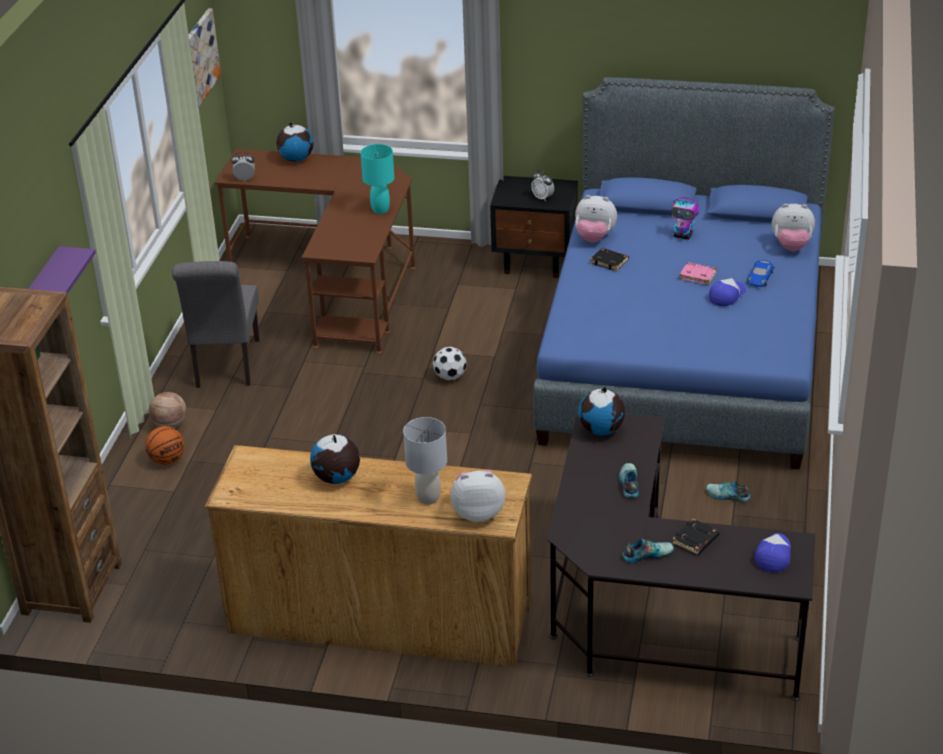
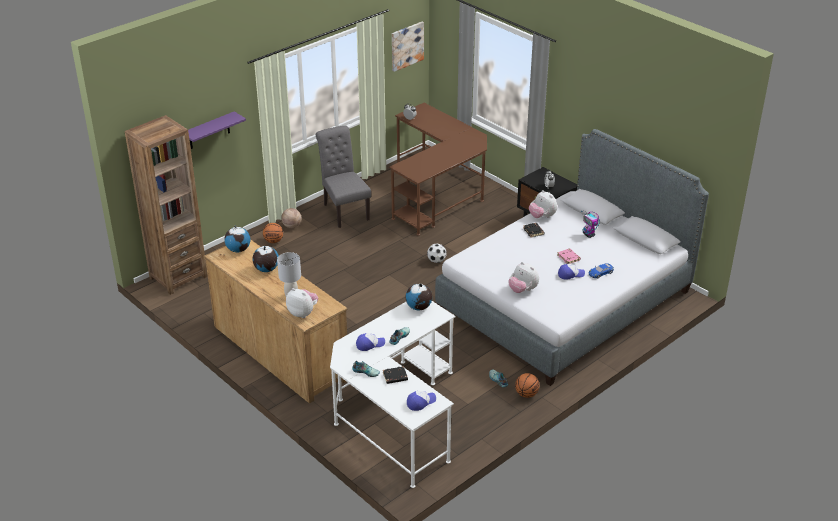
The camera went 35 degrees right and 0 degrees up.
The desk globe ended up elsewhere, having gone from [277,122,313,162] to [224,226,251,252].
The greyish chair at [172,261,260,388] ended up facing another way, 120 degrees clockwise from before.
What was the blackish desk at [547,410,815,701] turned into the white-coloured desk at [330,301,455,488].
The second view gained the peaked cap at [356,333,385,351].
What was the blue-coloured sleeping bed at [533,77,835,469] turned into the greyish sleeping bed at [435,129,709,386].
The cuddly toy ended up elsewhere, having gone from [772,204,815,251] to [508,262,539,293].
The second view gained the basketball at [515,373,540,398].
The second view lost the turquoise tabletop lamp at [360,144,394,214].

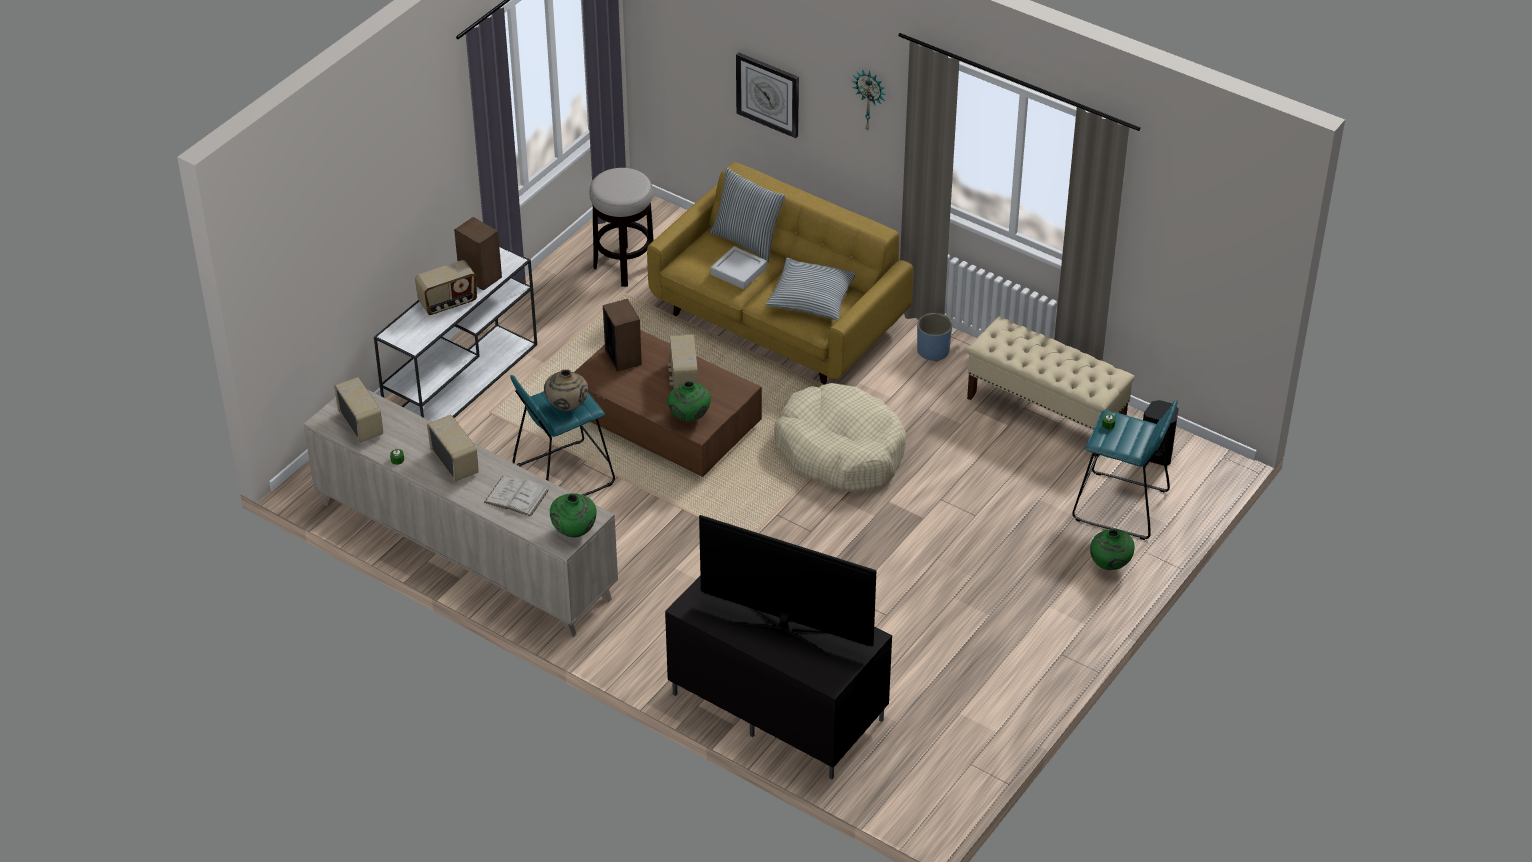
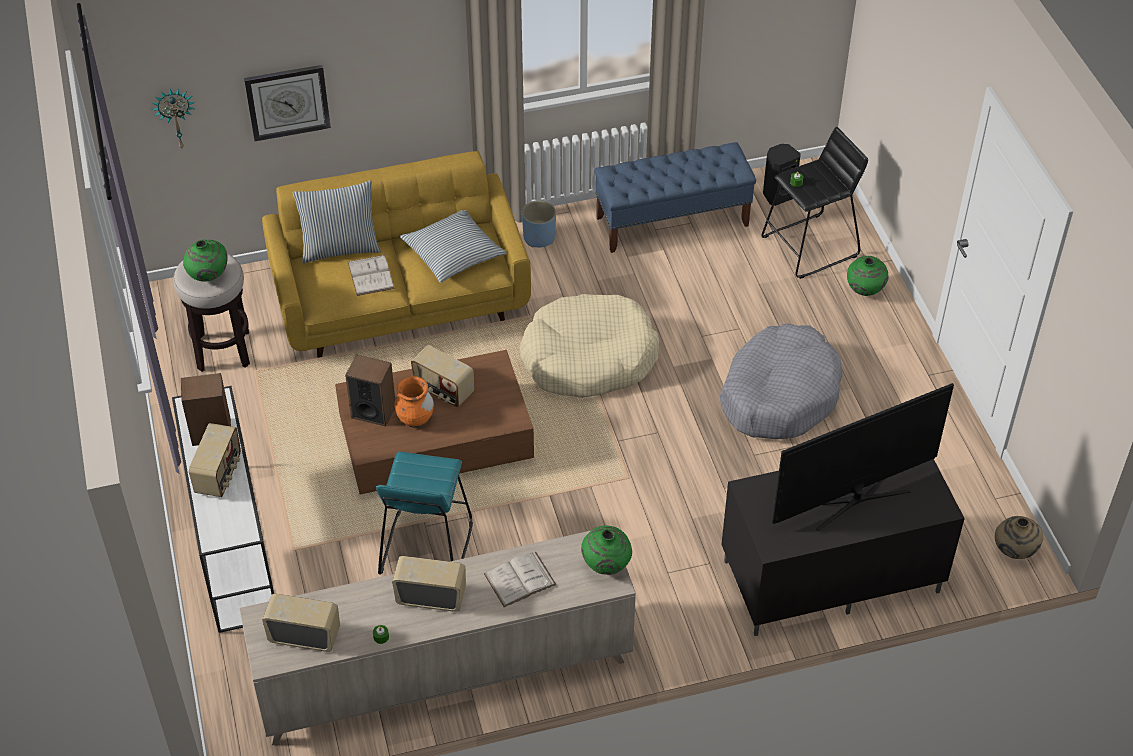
The camera went 50 degrees left and 5 degrees up.
The wall clock ended up elsewhere, having gone from [852,69,886,132] to [152,89,195,148].
The greenish flower vase ended up elsewhere, having gone from [667,381,711,421] to [183,239,228,282].
Where the greyish tray stood at [711,246,767,289], the white-coloured book came to stand at [348,255,395,296].
The second view gained the orange flower vase at [394,376,434,428].
What was the beige indoor bench at [967,317,1135,457] turned into the blue-coloured indoor bench at [594,142,756,253].
The second view gained the greyish pet bed at [720,323,843,439].
What was the turquoise sitting stool at [1072,400,1178,540] turned into the blackish sitting stool at [761,127,868,279].
The beige flower vase ended up elsewhere, having gone from [544,369,588,411] to [995,516,1043,559].

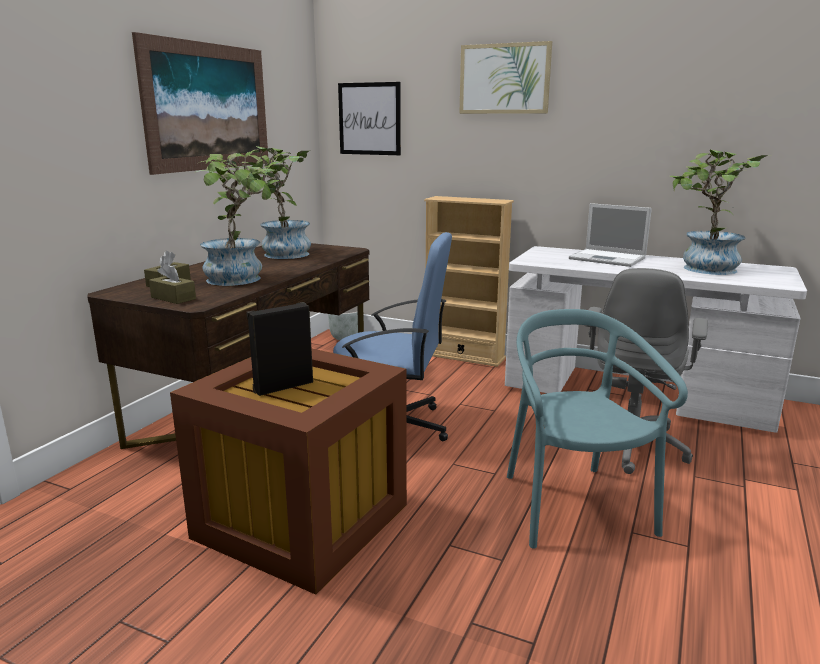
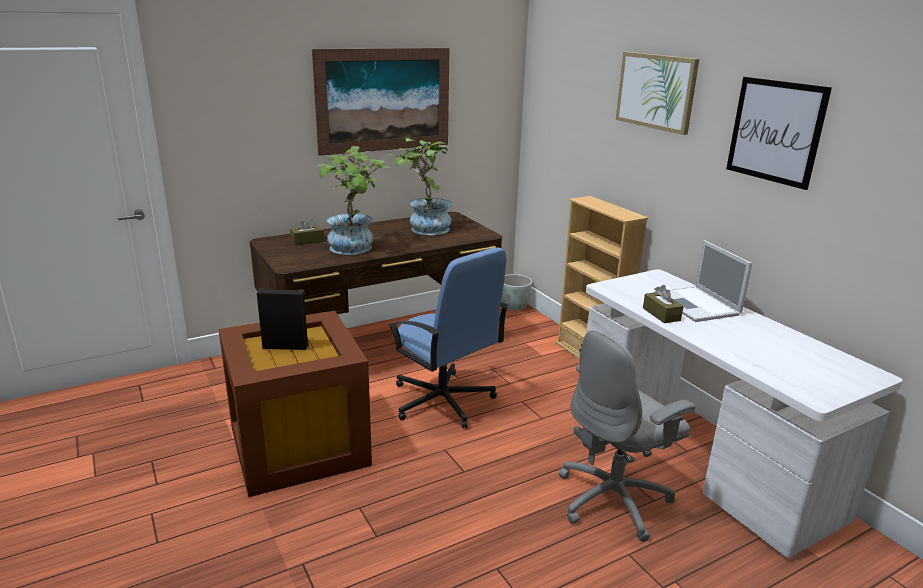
The camera went 35 degrees right and 5 degrees up.
The brownish tissue holder ended up elsewhere, having gone from [149,263,196,304] to [643,285,684,323].
The picture ended up elsewhere, having gone from [338,82,401,155] to [726,77,832,190].
The second view lost the turquoise chair at [507,309,688,549].
The second view lost the potted plant at [670,149,768,275].

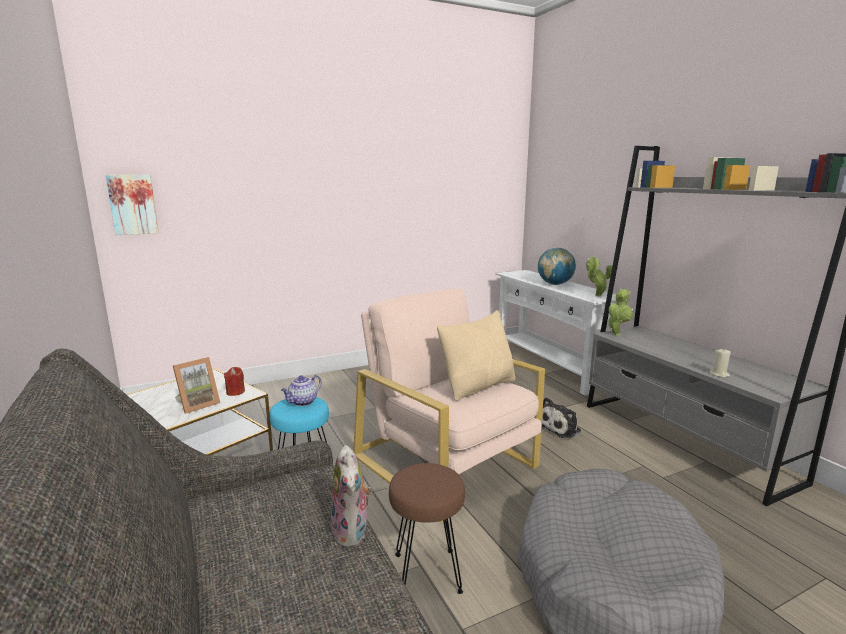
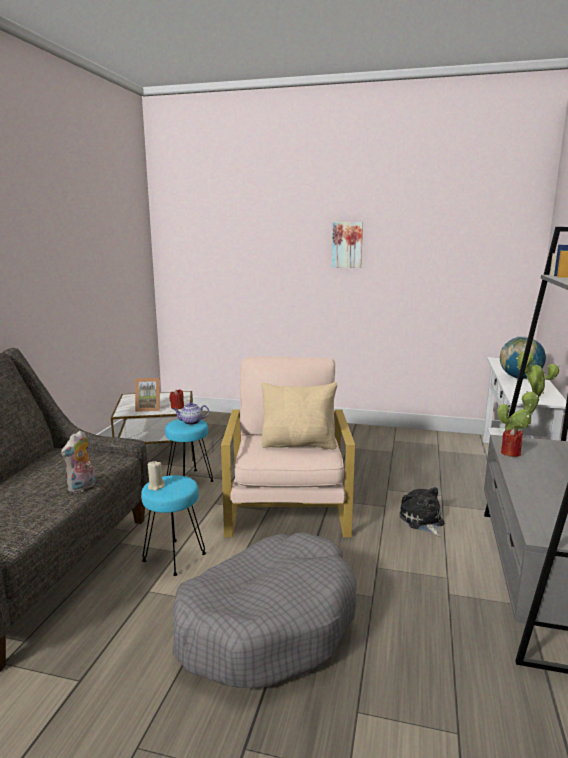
The camera went 40 degrees right and 0 degrees up.
What was the brownish sitting stool at [389,463,465,594] turned into the turquoise sitting stool at [141,475,206,576].
The beige wax candle ended up elsewhere, having gone from [710,348,731,378] to [148,461,165,491].
The picture ended up elsewhere, having gone from [106,175,159,235] to [332,222,363,268].
The cuddly toy at [542,397,581,438] ended up facing another way, 75 degrees clockwise from before.
The second view gained the red wax candle at [501,428,523,457].

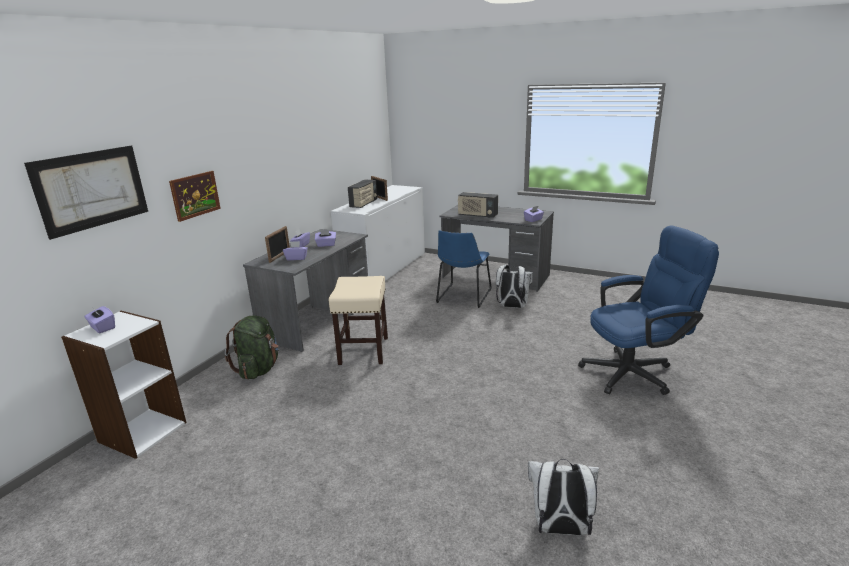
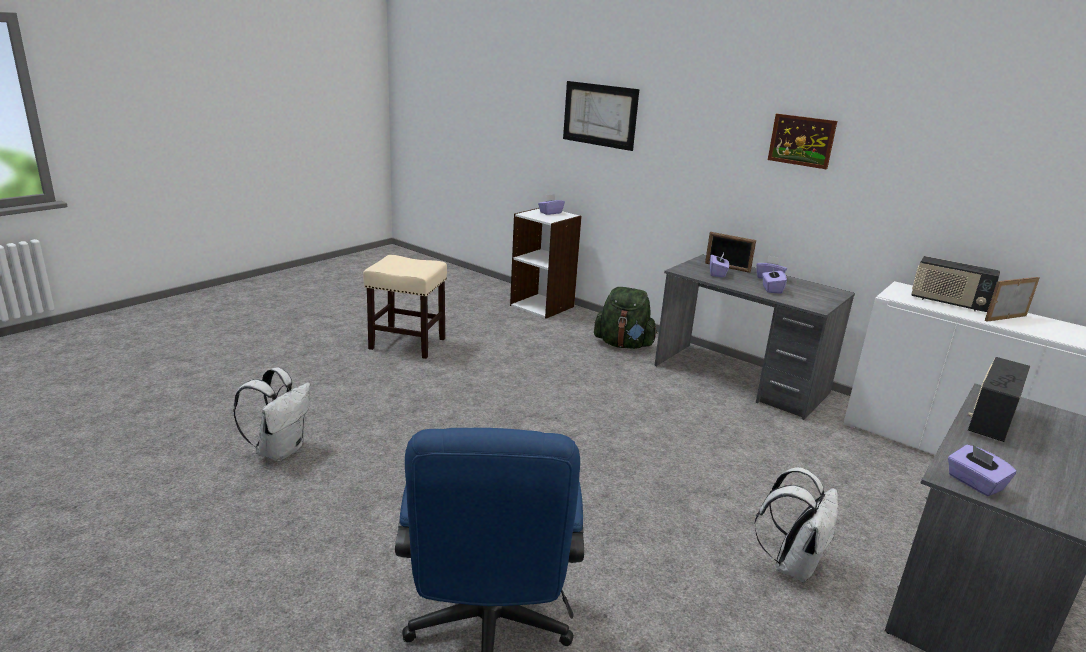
The camera went 100 degrees right and 0 degrees up.
The beige sitting stool ended up elsewhere, having gone from [329,276,388,365] to [363,255,447,359].
The picture ended up elsewhere, having gone from [169,171,221,222] to [768,114,837,169].
The second view lost the blue-coloured chair at [436,230,492,308].

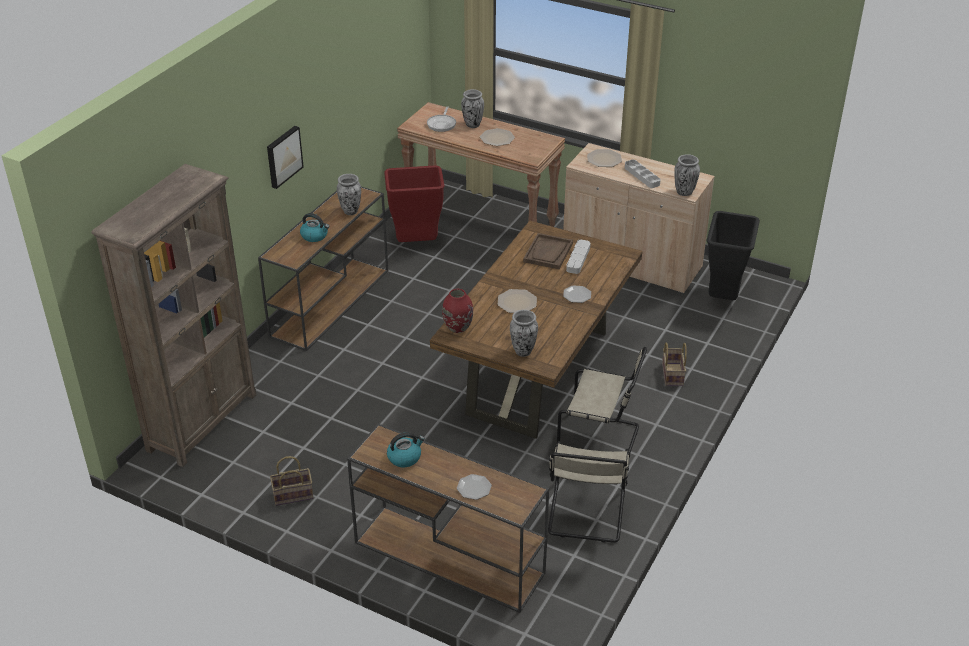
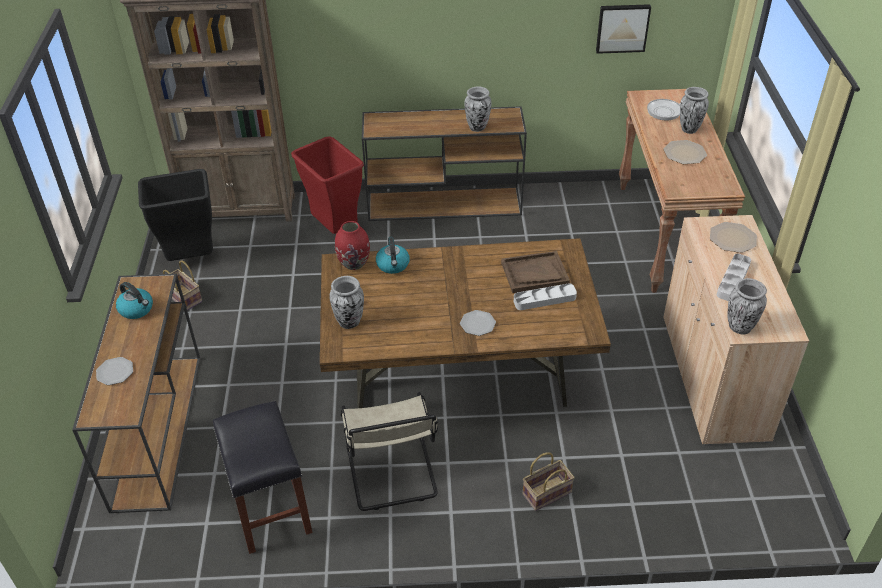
The camera went 60 degrees right and 5 degrees up.
The blackish rubbish bin ended up elsewhere, having gone from [707,211,760,300] to [138,169,213,261].
Where the beige chair stood at [548,441,630,543], the blackish sitting stool came to stand at [213,401,313,554].
The red rubbish bin ended up elsewhere, having gone from [384,165,445,242] to [291,136,364,234].
The kettle ended up elsewhere, having gone from [300,213,329,242] to [376,237,410,274].
The picture ended up elsewhere, having gone from [267,126,304,189] to [596,4,651,54].
The second view lost the flat dish at [498,289,537,313].

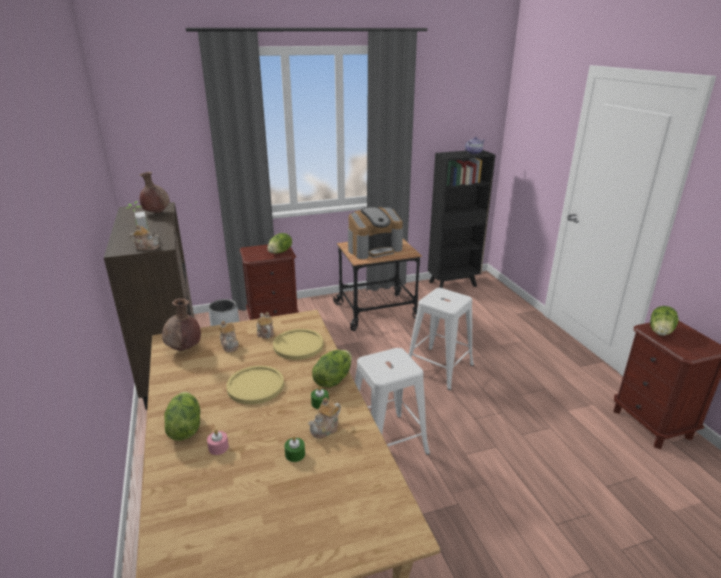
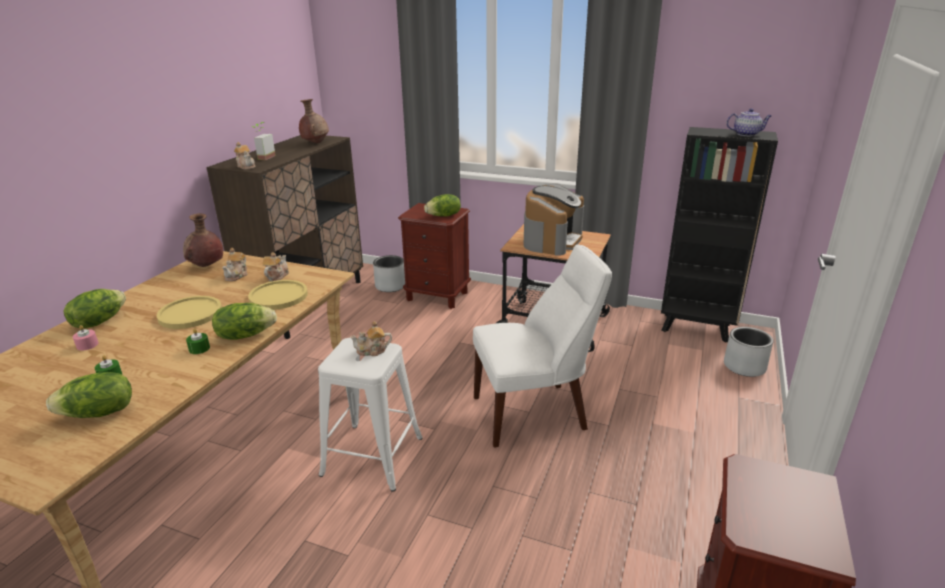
The camera went 40 degrees right and 0 degrees up.
The lettuce ended up elsewhere, having gone from [650,306,678,336] to [46,372,132,418].
The teapot ended up elsewhere, having gone from [308,398,341,438] to [350,321,392,356].
Where the white-coloured sitting stool stood at [409,288,474,390], the white-coloured chair came to stand at [473,244,612,448].
The coffee machine at [348,207,403,259] ended up facing another way, 75 degrees counterclockwise from before.
The second view gained the greyish planter at [724,327,773,377].

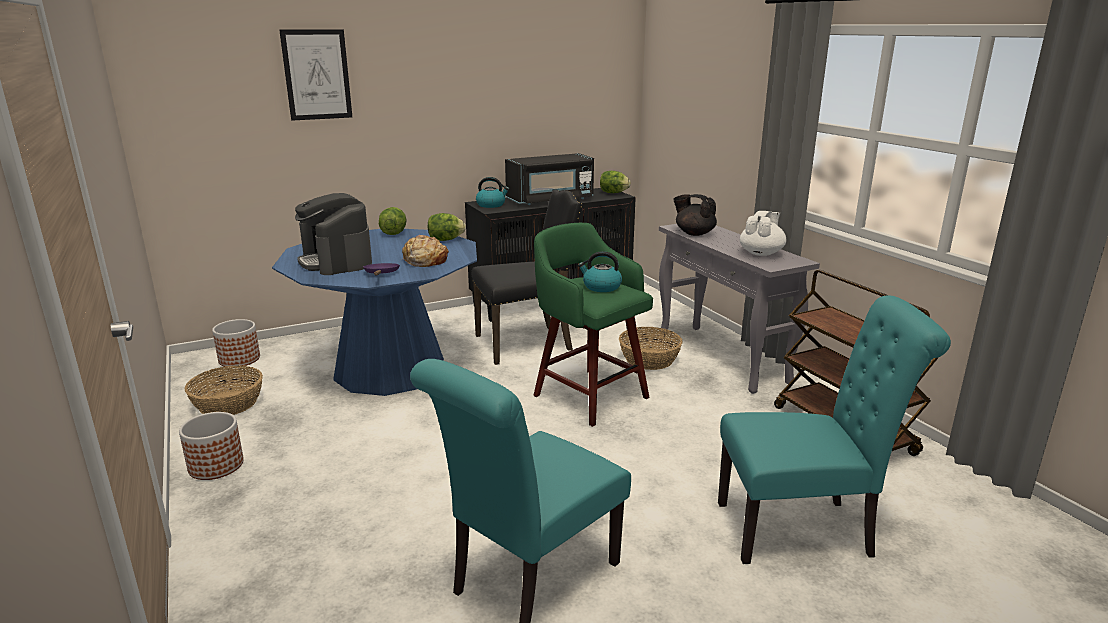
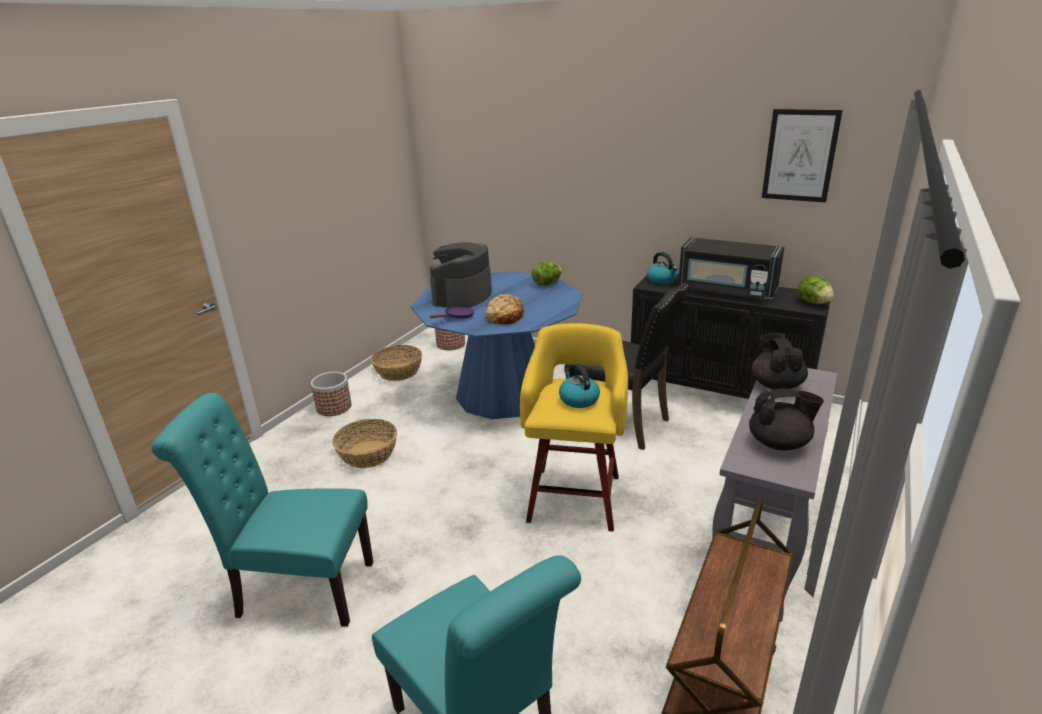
The camera went 55 degrees right and 5 degrees up.
The household basket ended up elsewhere, having gone from [619,327,683,370] to [332,419,397,468].
What was the greenish sitting stool at [533,223,653,427] turned into the yellowish sitting stool at [520,323,628,532].
What was the white-coloured teapot at [740,211,787,256] turned into the blackish teapot at [749,389,824,450].
The picture ended up elsewhere, having gone from [279,29,352,121] to [762,109,843,203].
The second view lost the lettuce at [428,213,466,241].

